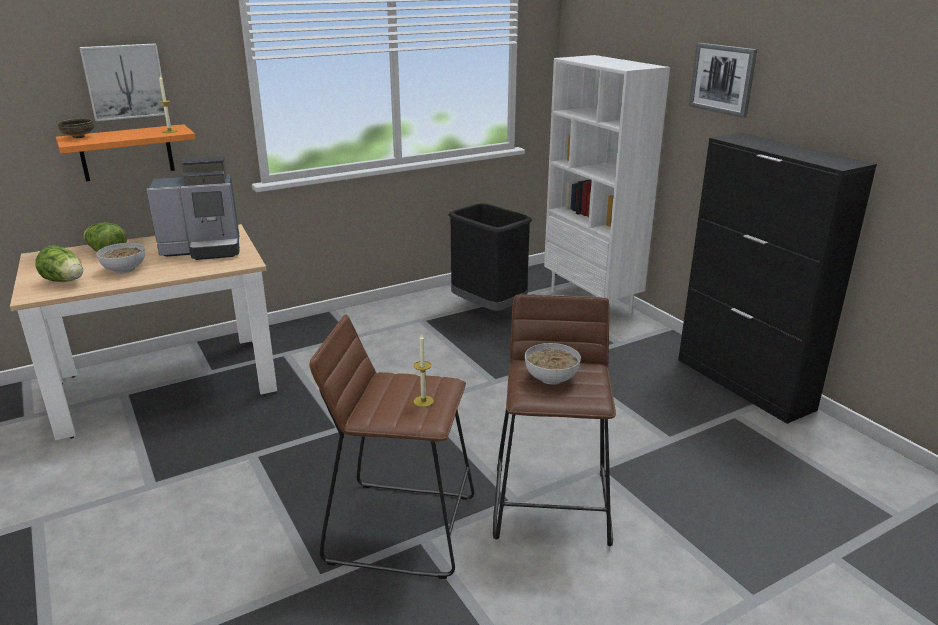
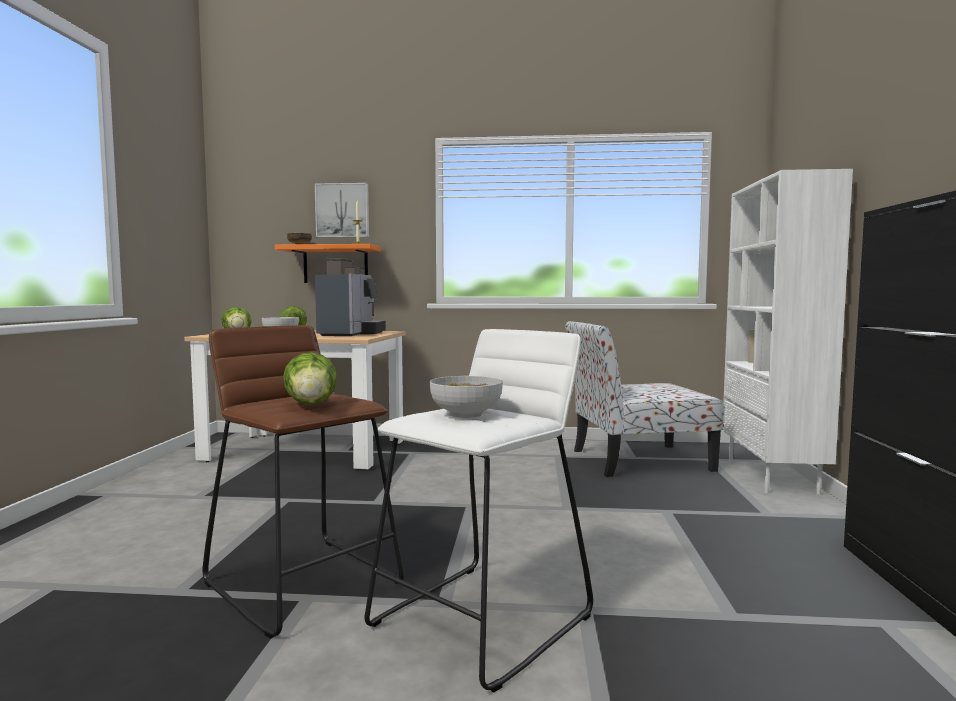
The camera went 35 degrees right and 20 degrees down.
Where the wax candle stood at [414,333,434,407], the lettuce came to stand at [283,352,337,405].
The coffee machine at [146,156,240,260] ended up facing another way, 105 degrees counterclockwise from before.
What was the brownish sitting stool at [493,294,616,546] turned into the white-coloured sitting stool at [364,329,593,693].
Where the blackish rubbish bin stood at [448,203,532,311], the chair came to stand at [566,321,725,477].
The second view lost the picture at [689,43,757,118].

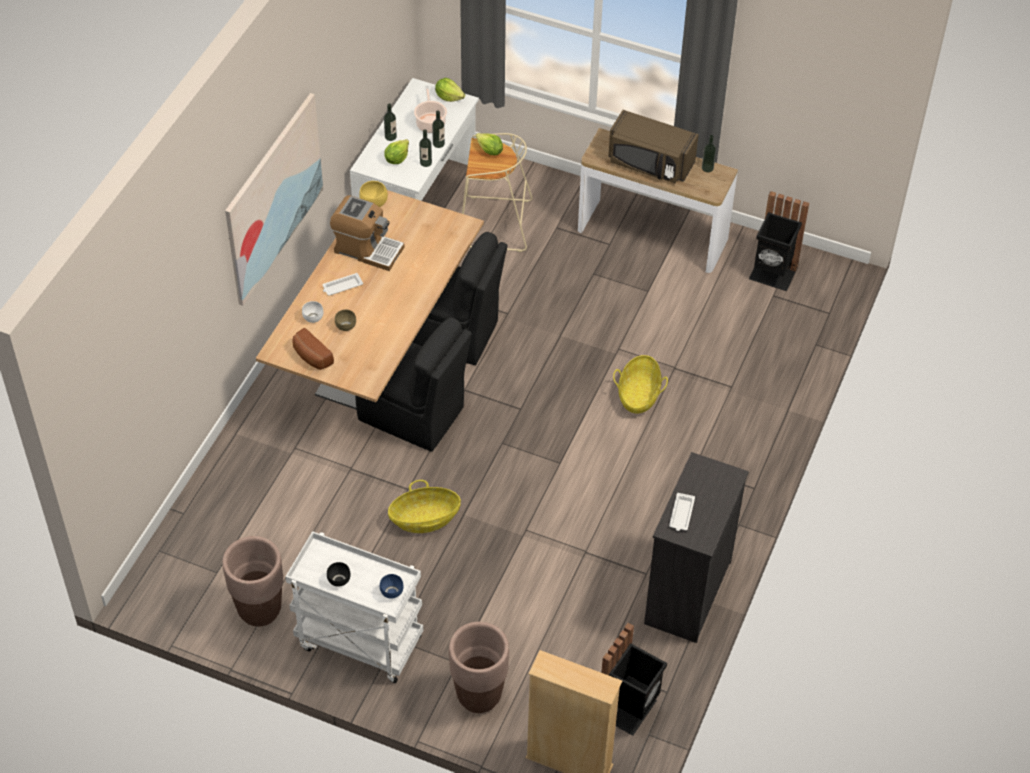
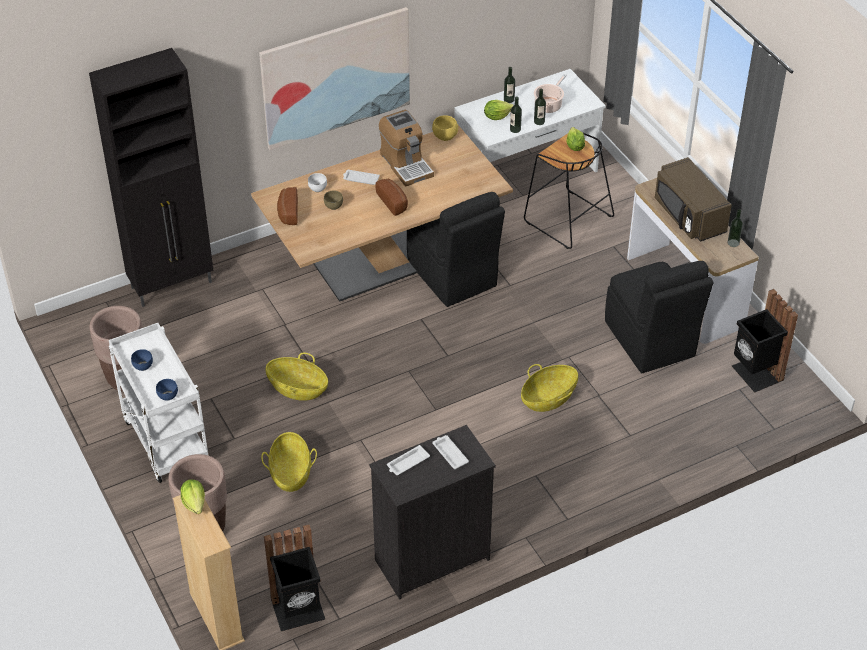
The camera went 40 degrees right and 5 degrees down.
The second view gained the blackish cabinet at [89,48,214,307].
What was the blackish deep dish at [327,562,351,587] turned into the blue-coloured deep dish at [131,349,153,371].
The lettuce ended up elsewhere, having gone from [435,78,465,102] to [181,479,205,514].
The second view gained the household basket at [261,432,317,492].
The second view gained the baked bread at [376,179,408,216].
The second view gained the white-coloured tray at [432,435,469,469].
What was the beige sitting stool at [462,133,533,252] turned into the blackish sitting stool at [524,132,614,249].
The blackish chair ended up elsewhere, having gone from [355,318,472,452] to [605,261,714,373].

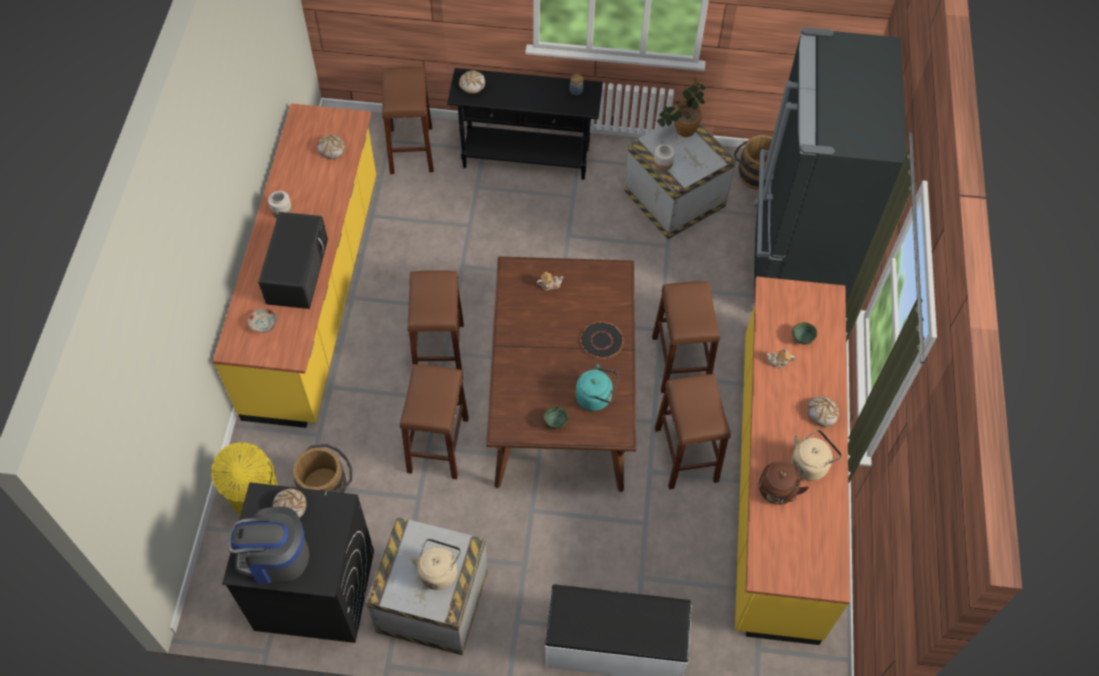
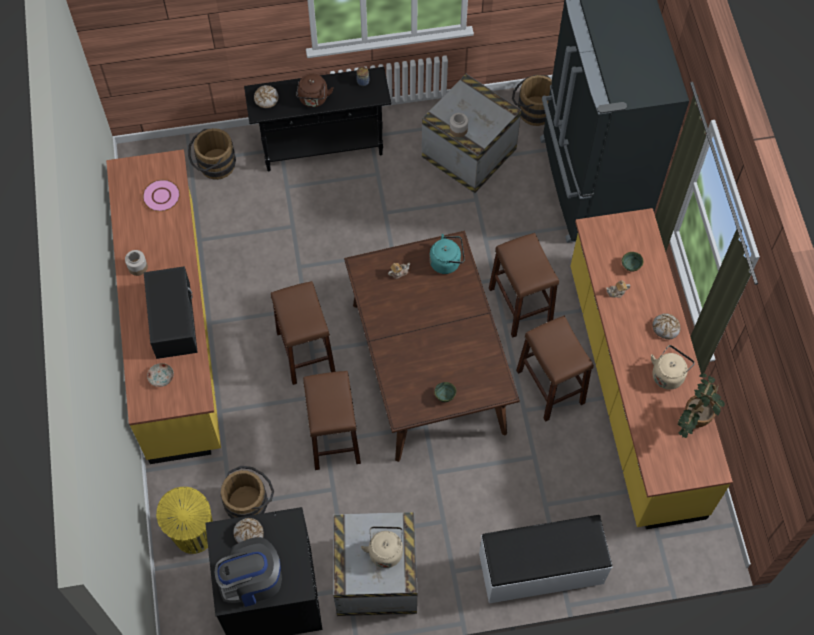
The camera went 15 degrees left and 5 degrees up.
Where the baked bread stood at [317,135,345,159], the pink flat dish came to stand at [142,179,180,212].
Where the brownish sitting stool stood at [382,67,434,174], the brownish water bucket came to stand at [188,128,236,180].
The brownish kettle ended up elsewhere, having gone from [759,461,809,505] to [296,73,334,107].
The turquoise kettle ended up elsewhere, having gone from [575,364,617,411] to [429,234,465,274].
The potted plant ended up elsewhere, having gone from [657,76,706,137] to [678,373,725,438].
The second view lost the blackish flat dish at [580,322,624,358].

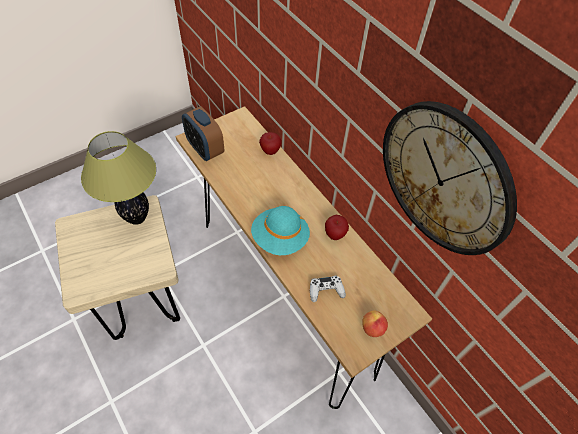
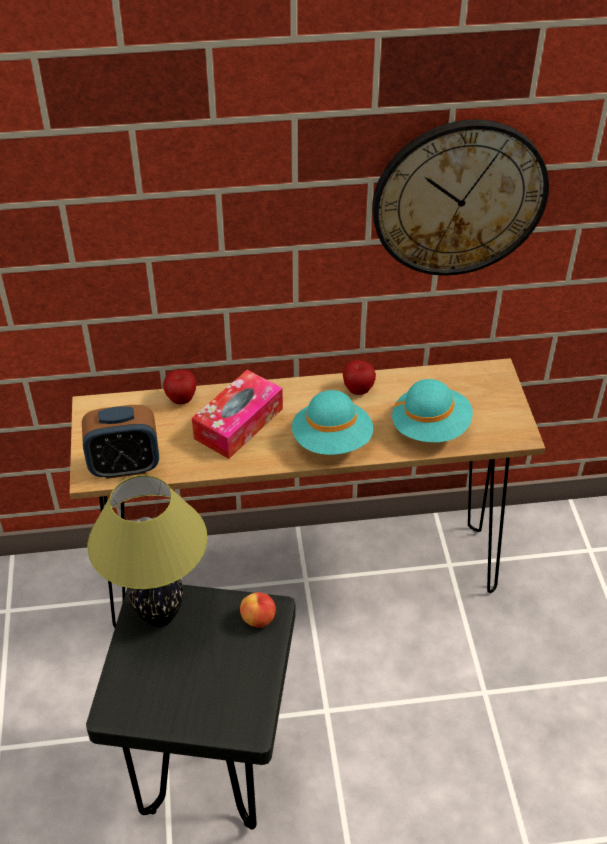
The camera went 60 degrees left and 10 degrees down.
What was the beige sitting stool at [55,195,180,340] turned into the blackish sitting stool at [86,585,296,830].
The second view gained the tissue holder at [192,370,283,459].
The apple ended up elsewhere, having gone from [362,310,388,337] to [240,592,276,628].
Where the white-coloured game controller stood at [310,276,346,302], the turquoise wearable hat came to stand at [392,379,473,442].

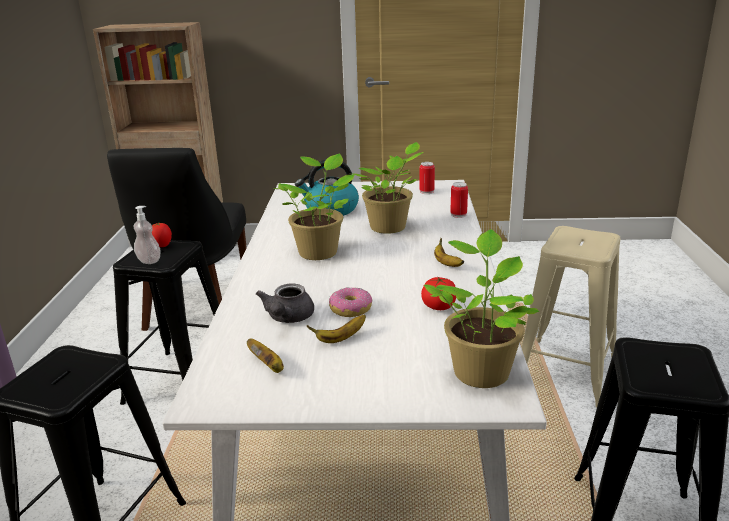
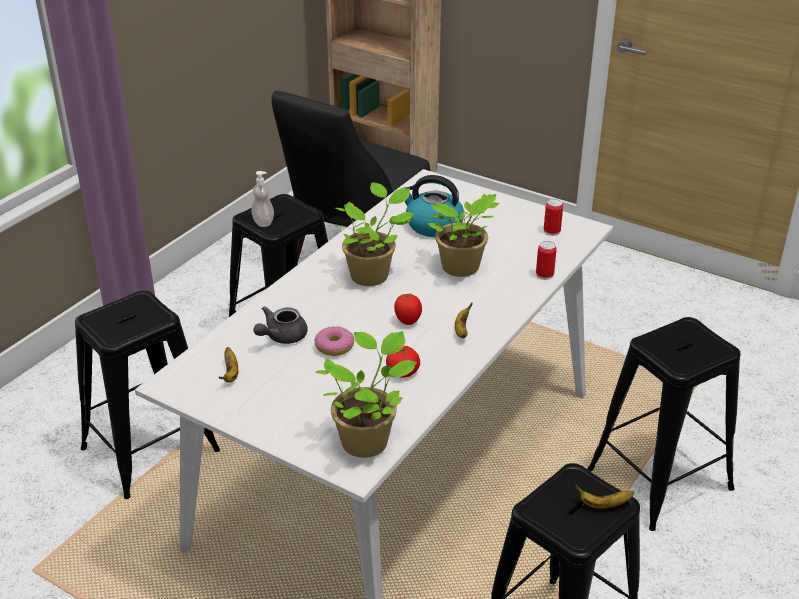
The camera went 30 degrees right and 10 degrees up.
The whole tomato ended up elsewhere, having gone from [152,223,172,247] to [394,293,422,325].
The banana ended up elsewhere, having gone from [306,314,366,343] to [575,484,634,509].
What was the beige sitting stool at [522,226,621,408] turned into the blackish sitting stool at [587,317,741,531].

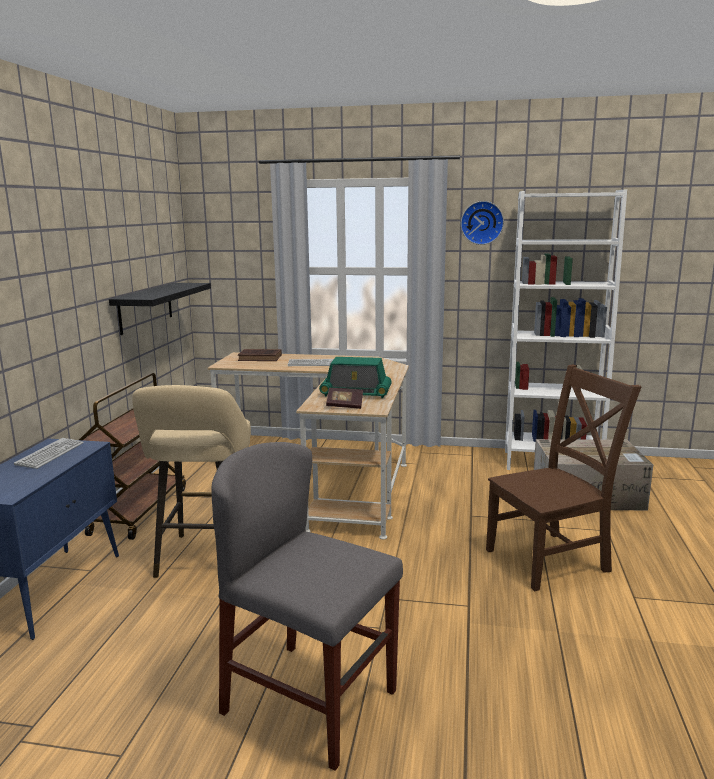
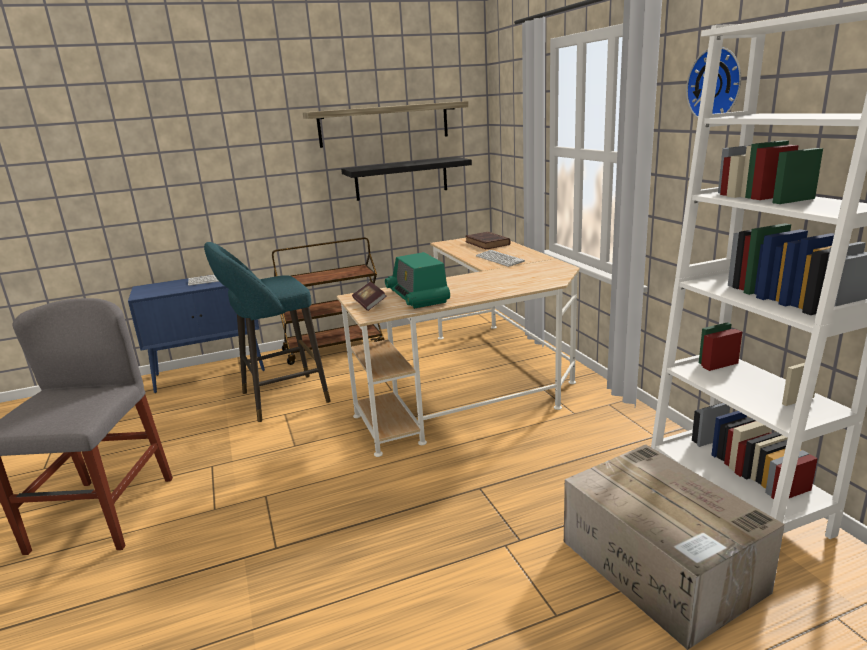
The camera went 60 degrees right and 5 degrees up.
What was the beige sitting stool at [132,385,251,578] turned into the turquoise sitting stool at [204,242,331,422].
The second view gained the wall shelf at [303,101,468,148].
The second view lost the brownish chair at [486,364,642,591].

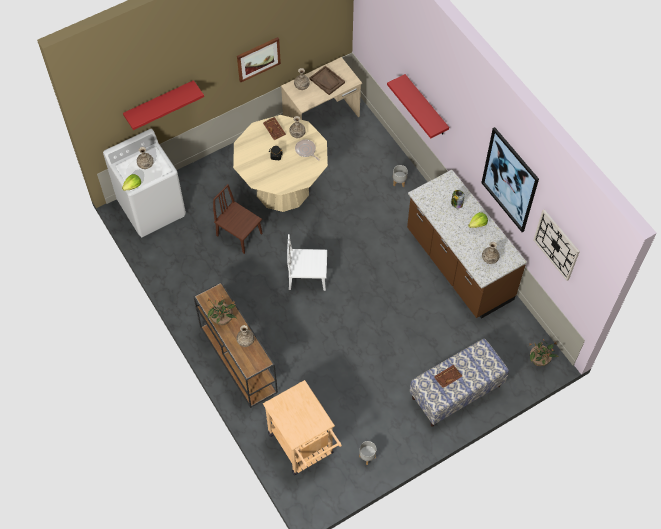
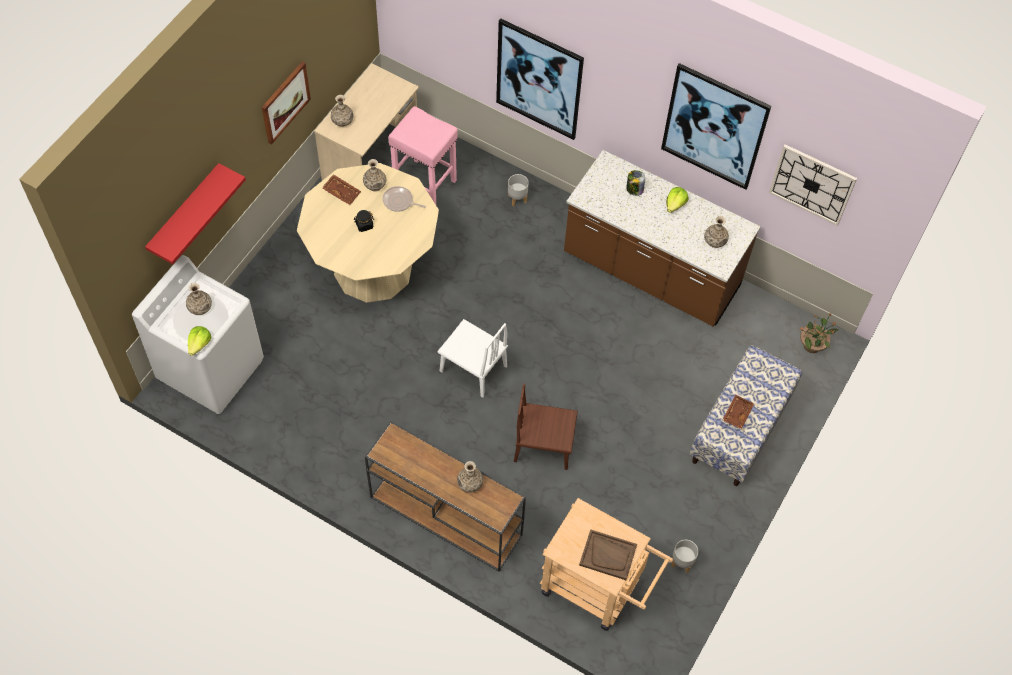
The camera went 30 degrees left and 0 degrees up.
The second view gained the pink sitting stool at [388,106,458,204].
The white-coloured chair at [287,234,327,291] ended up facing another way, 120 degrees counterclockwise from before.
Where the red wall shelf hung at [387,74,449,138], the picture came to hang at [496,18,584,140].
The brownish chair ended up elsewhere, having gone from [213,184,263,254] to [514,384,578,470].
The brownish tray ended up elsewhere, having gone from [310,65,345,95] to [579,529,637,580].
The second view lost the potted plant at [208,297,237,326].

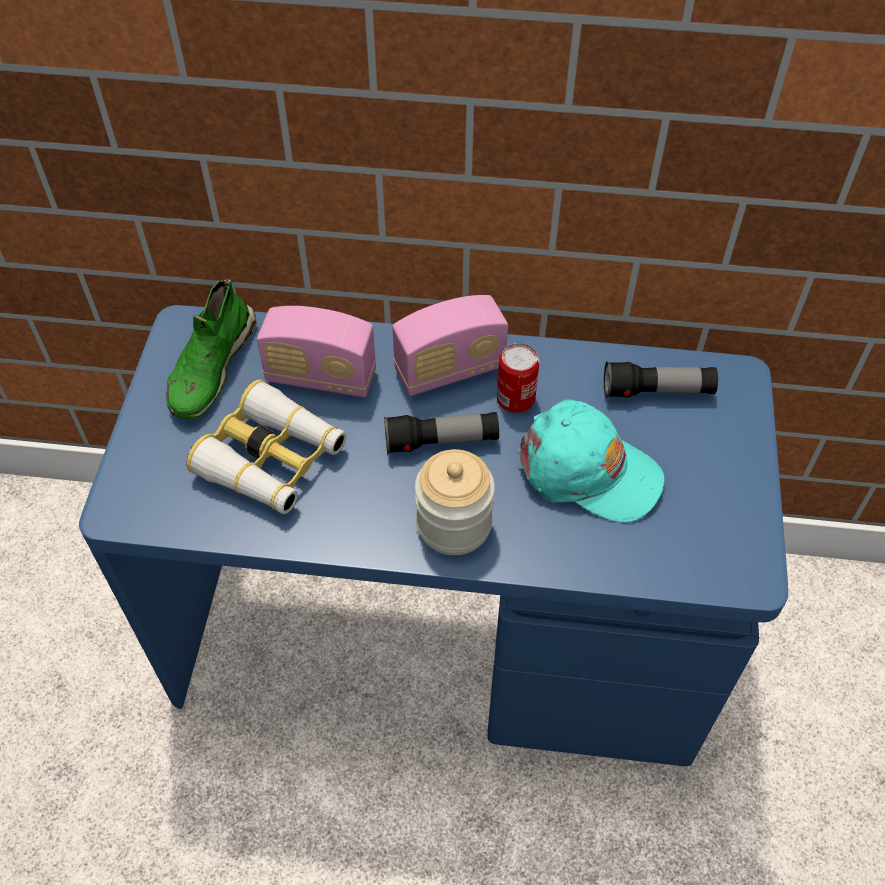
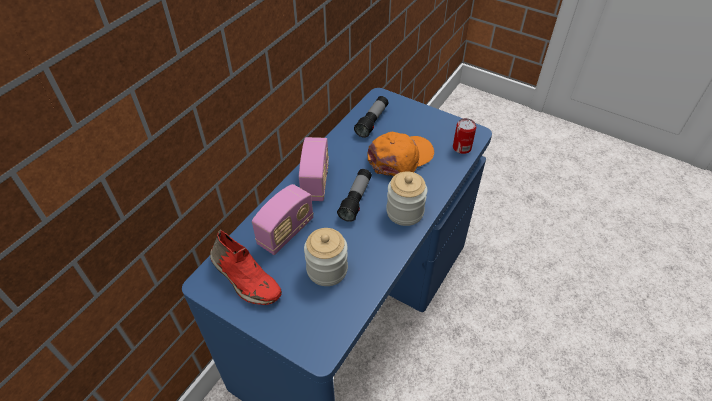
The camera went 65 degrees left and 5 degrees down.
What was the greenish item of footwear at [166,280,257,419] turned into the red item of footwear at [210,229,282,305].
Where the field glasses stood at [186,380,346,514], the storage jar came to stand at [304,228,348,286].
What was the turquoise peaked cap at [518,399,665,522] turned into the orange peaked cap at [368,132,434,176].
The sealed can ended up elsewhere, having gone from [497,343,540,413] to [453,118,476,154].

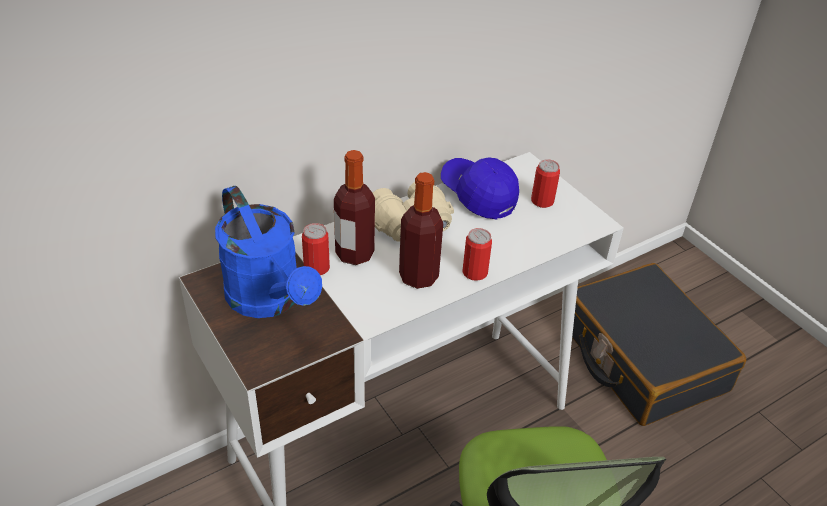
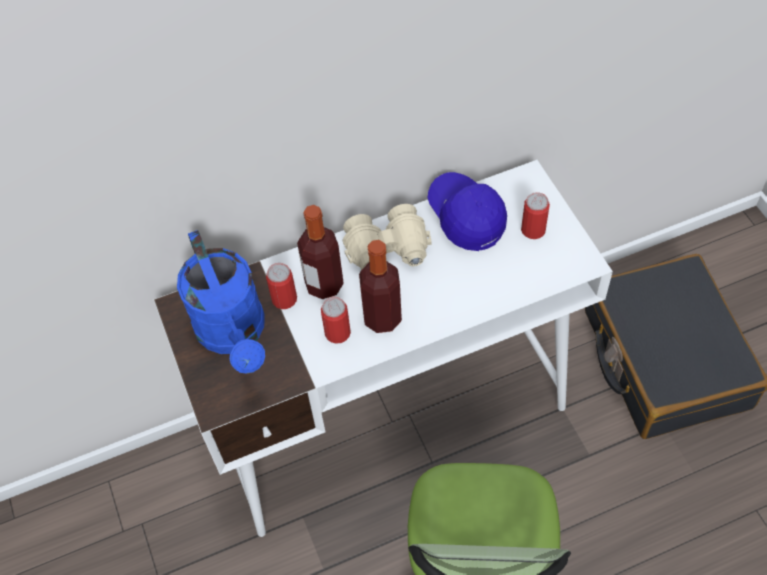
The camera went 15 degrees right and 15 degrees up.
The sealed can ended up elsewhere, having gone from [462,228,492,281] to [321,297,351,344].

